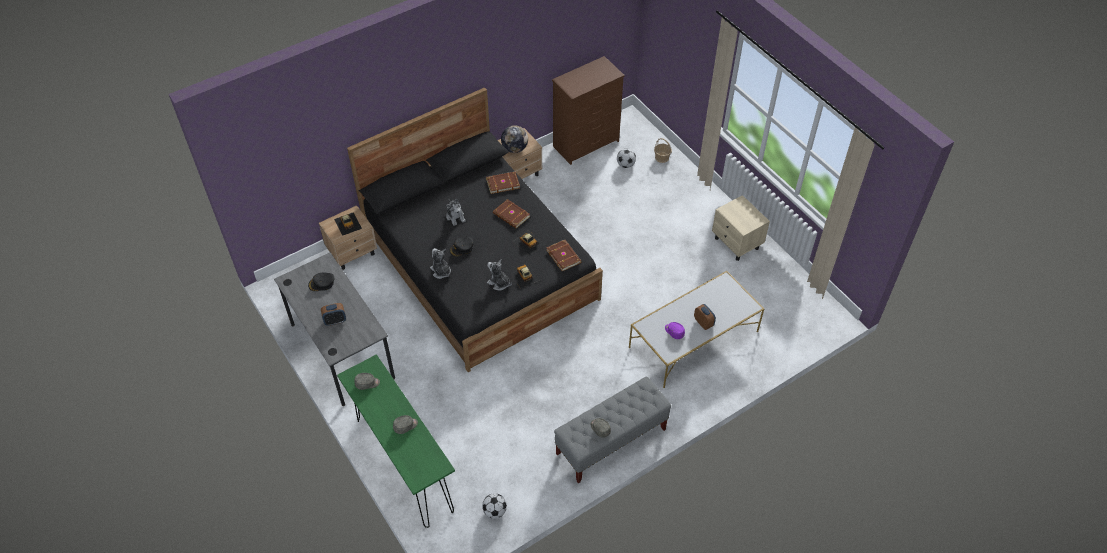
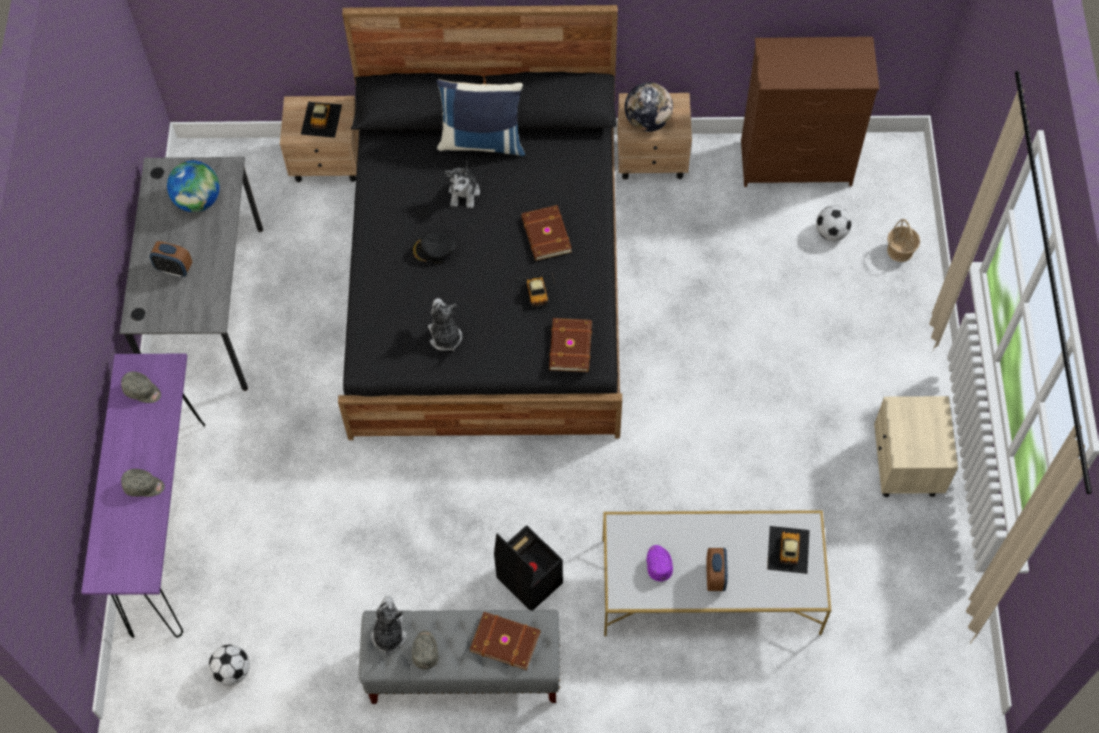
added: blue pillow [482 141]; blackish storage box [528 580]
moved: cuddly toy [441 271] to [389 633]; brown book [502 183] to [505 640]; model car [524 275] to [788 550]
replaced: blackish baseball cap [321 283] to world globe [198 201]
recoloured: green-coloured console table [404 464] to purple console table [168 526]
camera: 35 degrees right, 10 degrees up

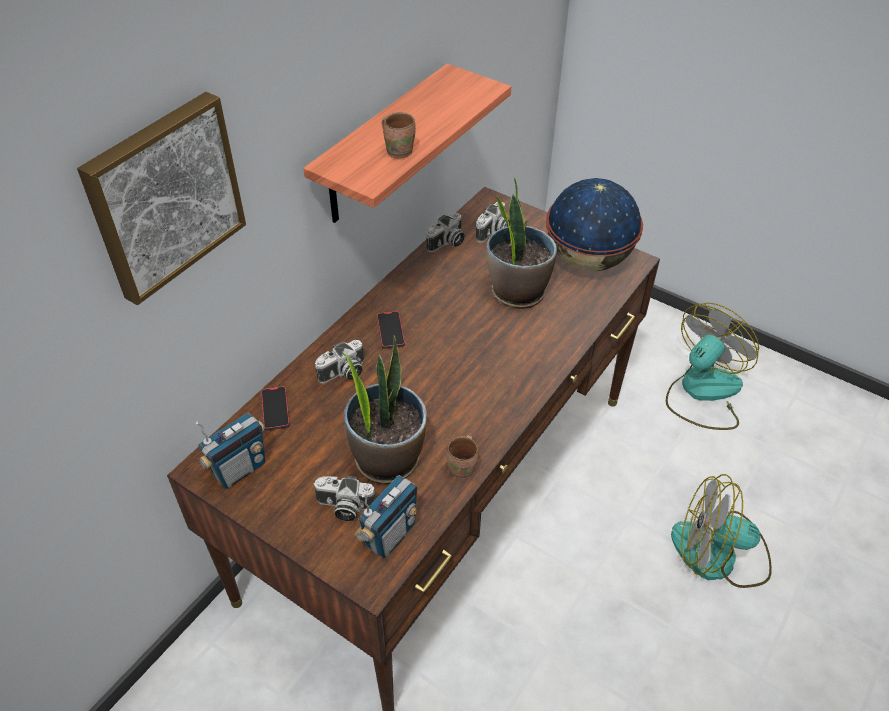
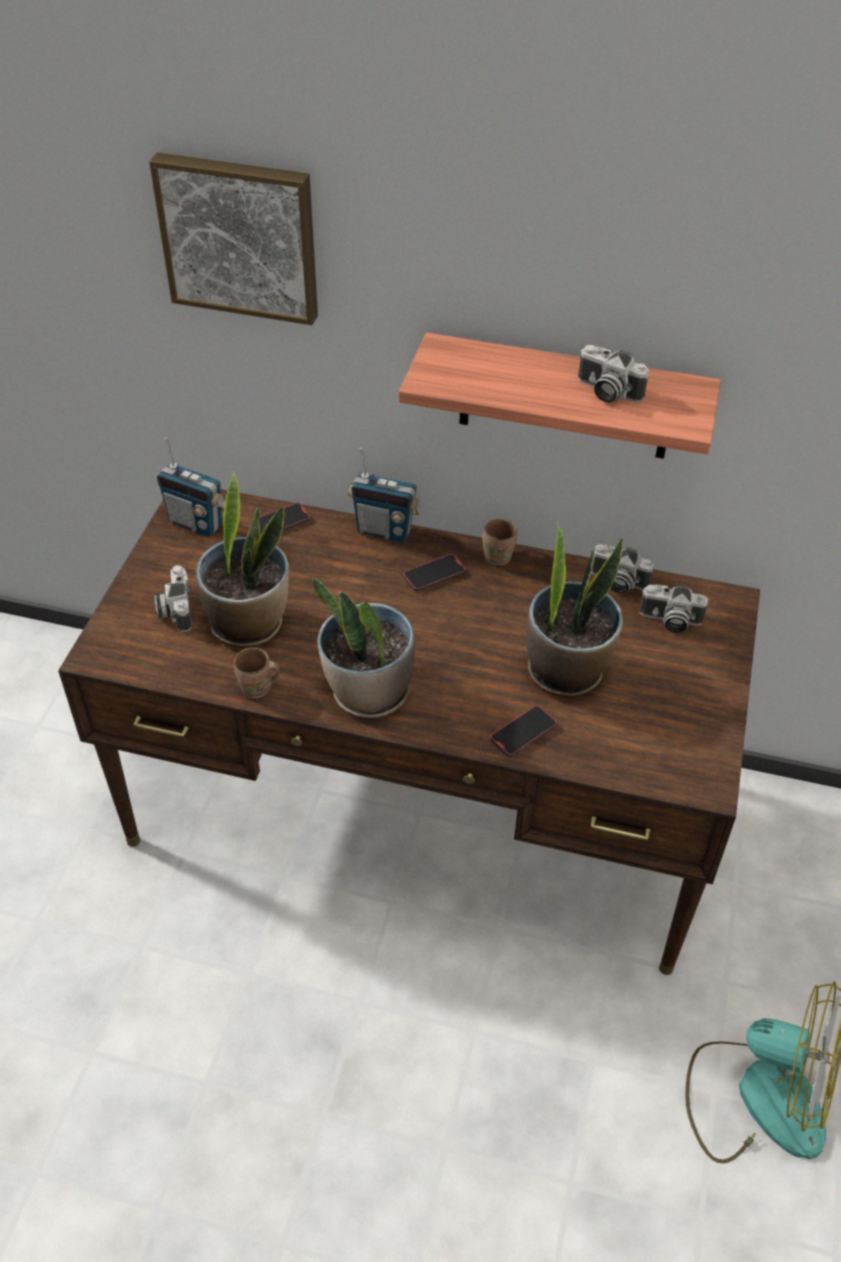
removed: world globe [588 260]; cooling fan [719 555]
added: potted plant [368 693]; telephone [523 733]
moved: photo camera [343 373] to [606 392]; radio [389 535] to [384 531]; brown tea mug [399 150] to [500 556]
camera: 70 degrees right, 0 degrees up

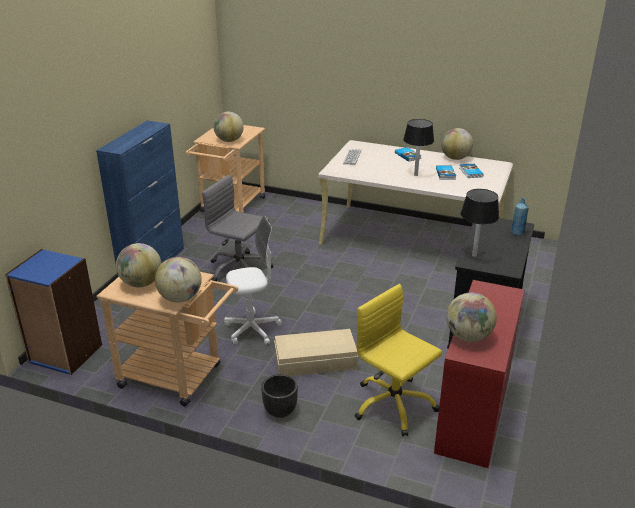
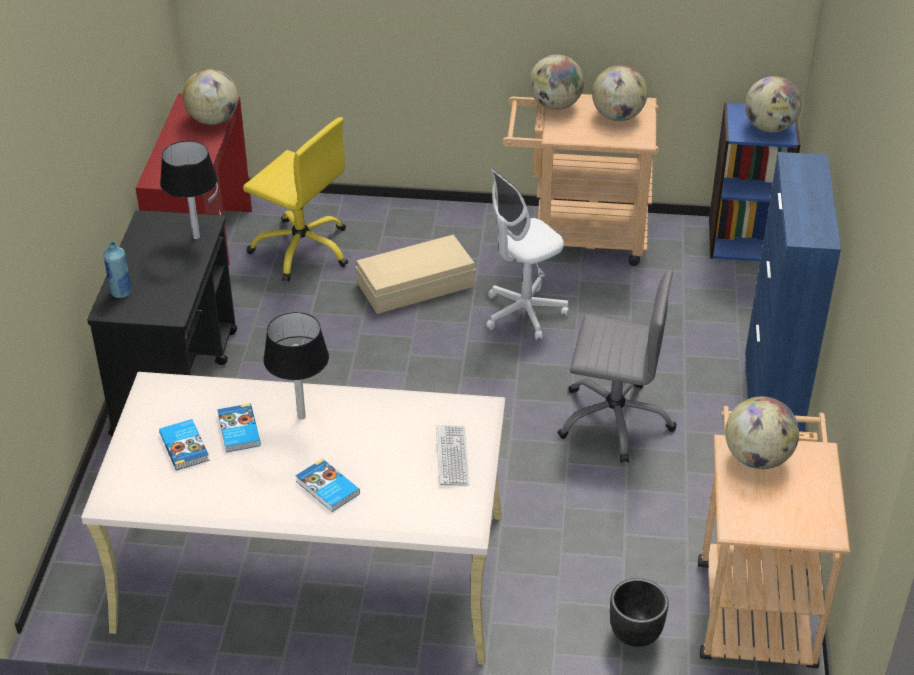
moved: blackish plant pot [280 410] to [635 634]; world globe [455 158] to [769 128]
camera: 165 degrees right, 10 degrees up

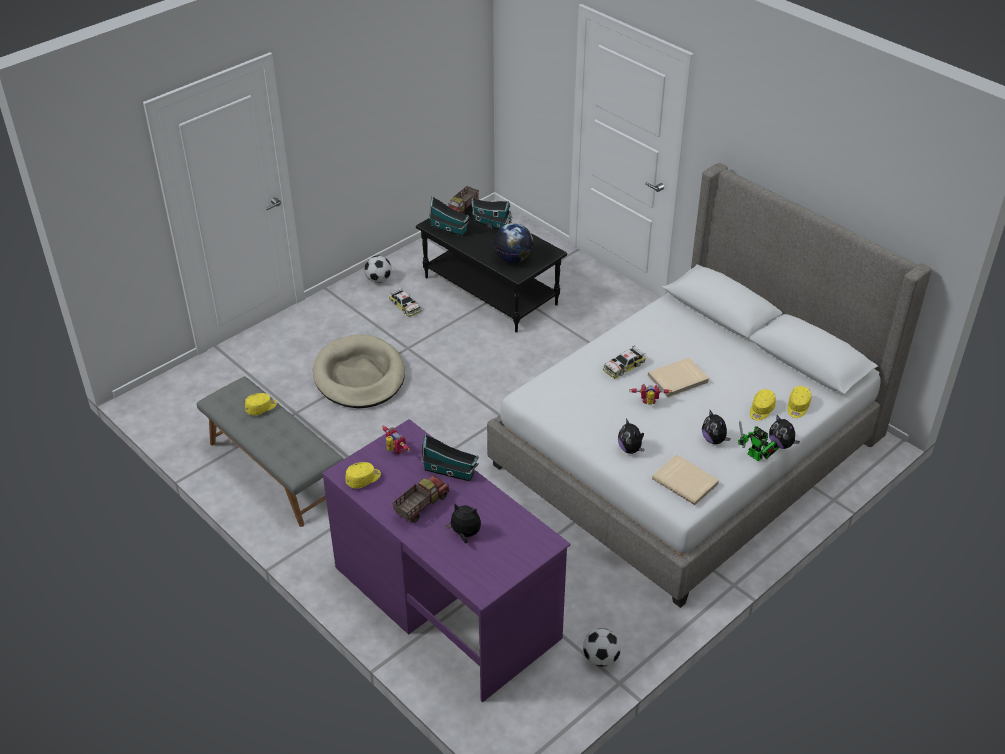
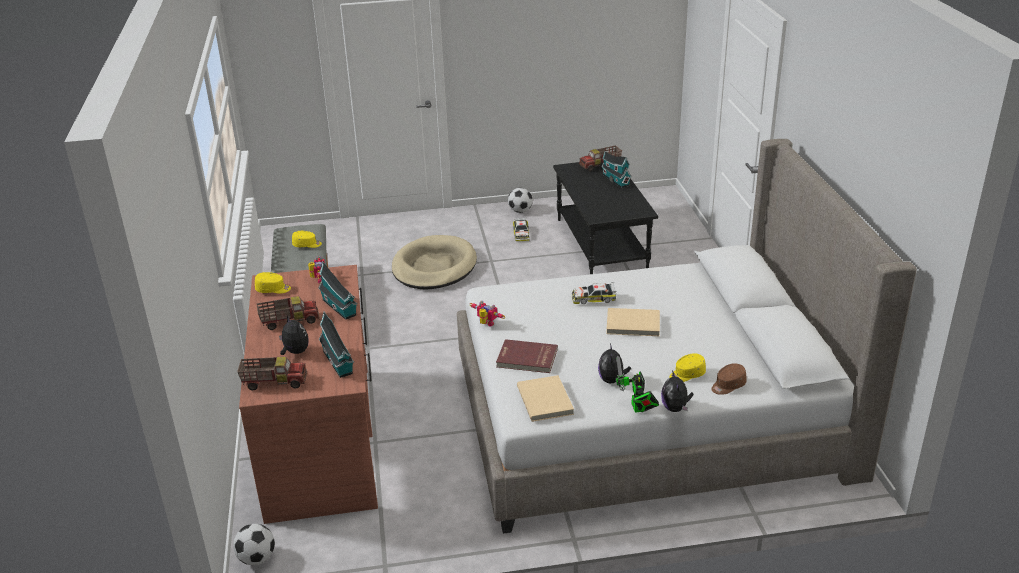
removed: world globe [513 259]
added: model truck [274 382]
moved: toy house [450 229] to [338 363]; football [600 658] to [257 558]; robot figure [649 403] to [486 324]
replaced: cuddly toy [630 449] to red book [527 359]
recoloured: purple desk table [446 601] to brown desk table [321 440]; yellow baseball cap [797 407] to brown baseball cap [728 386]
camera: 35 degrees right, 10 degrees down

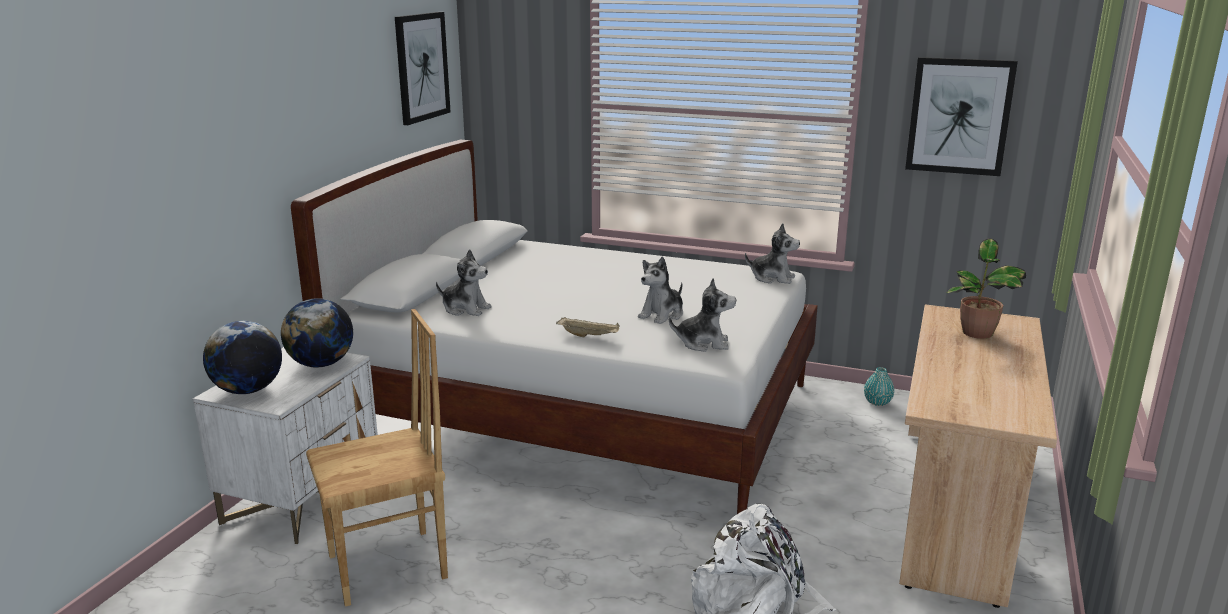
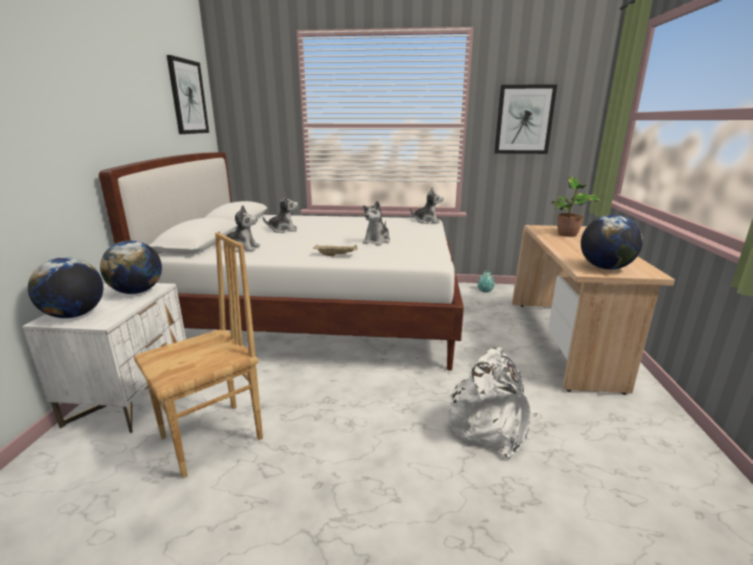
added: world globe [605 268]
moved: cuddly toy [703 343] to [283 230]
camera: 15 degrees left, 0 degrees up

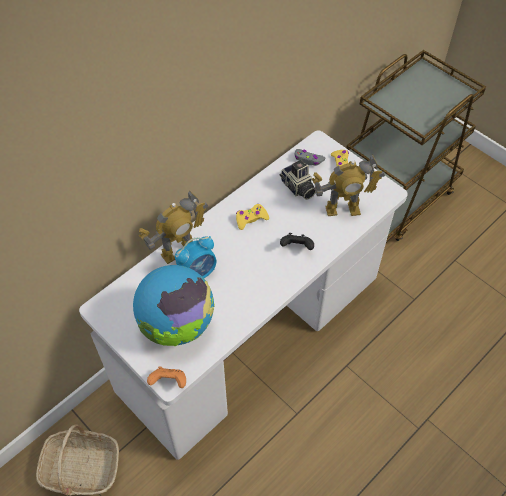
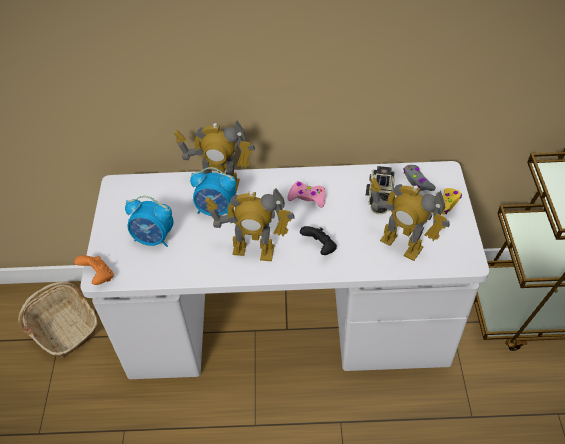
added: robot figure [253 250]
replaced: world globe [177 325] to table clock [154 238]
recoloured: yellow game controller [251 219] to pink game controller [307 197]
camera: 45 degrees right, 5 degrees down

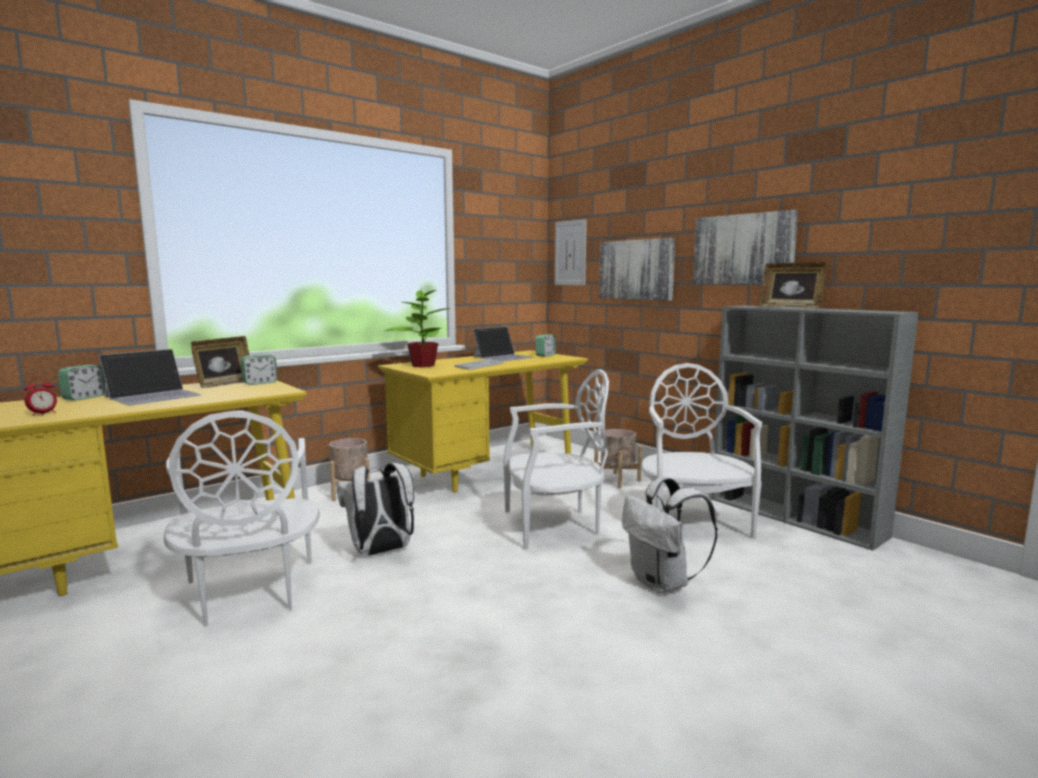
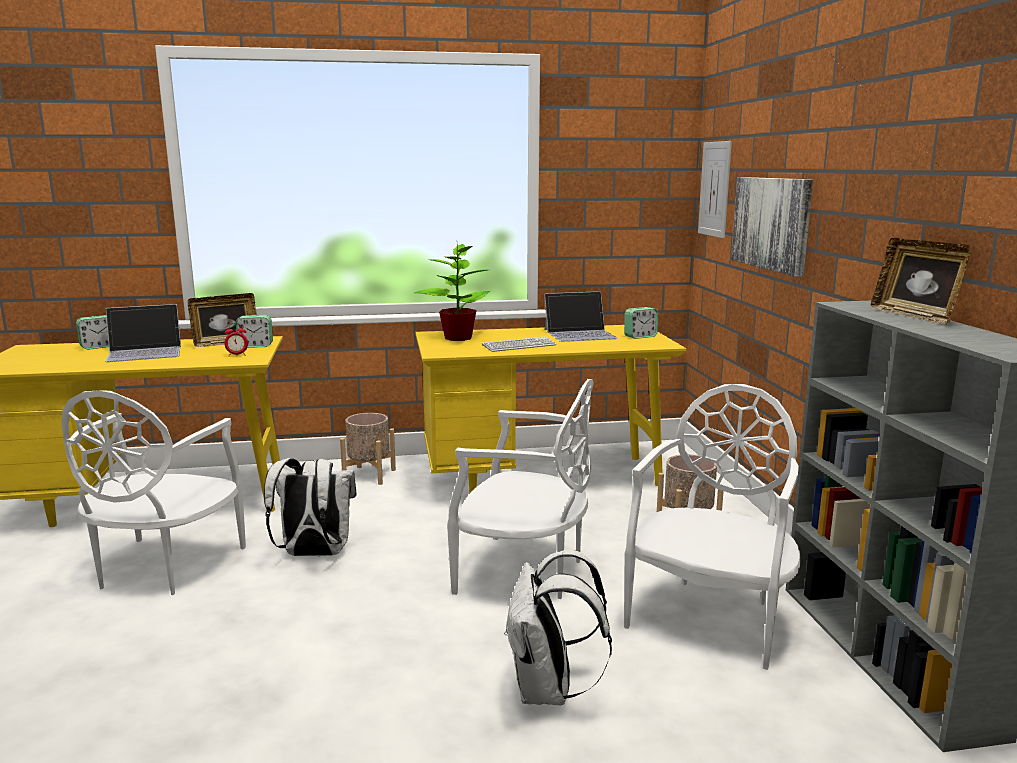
removed: picture [743 249]
moved: table clock [43 414] to [237 355]
camera: 30 degrees right, 5 degrees up

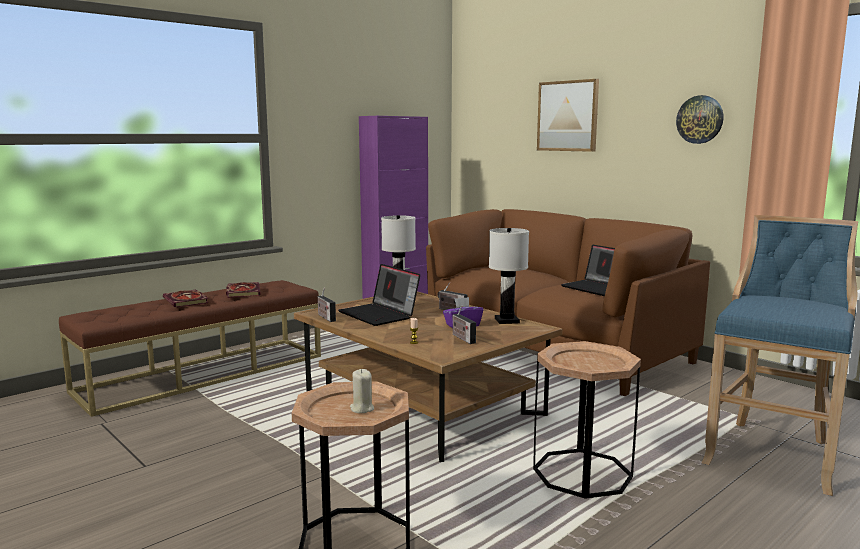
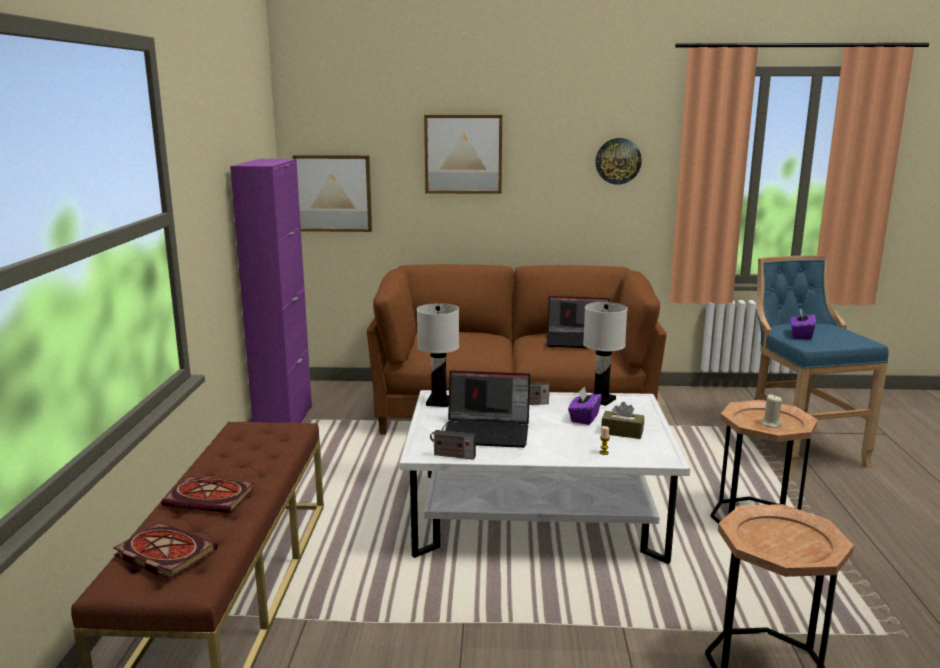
added: picture [333 193]; purple tissue holder [800 335]
moved: book [242 292] to [162 553]; sand-coloured wax candle [362 409] to [770 424]
replaced: radio [462 338] to brown tissue holder [622 432]
recoloured: brown lounge table [422 404] to whitish lounge table [537 515]
camera: 45 degrees left, 5 degrees up

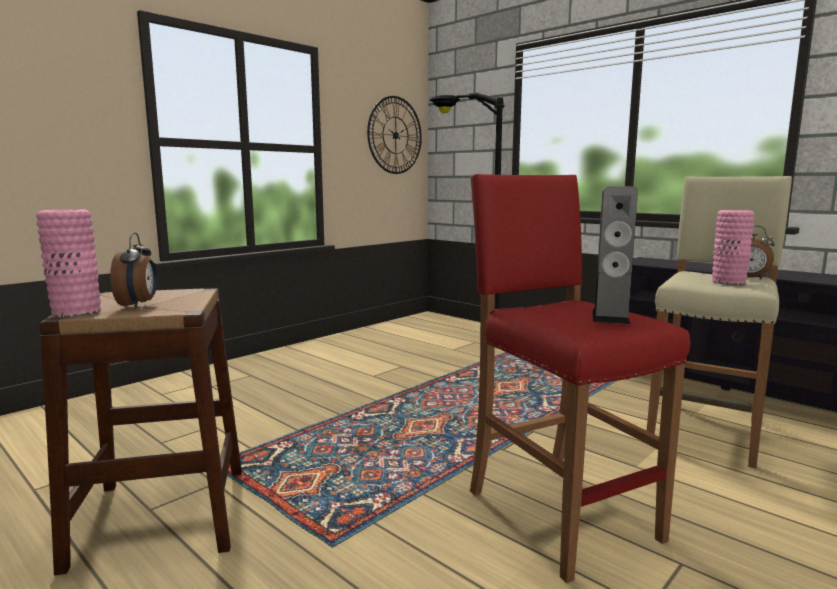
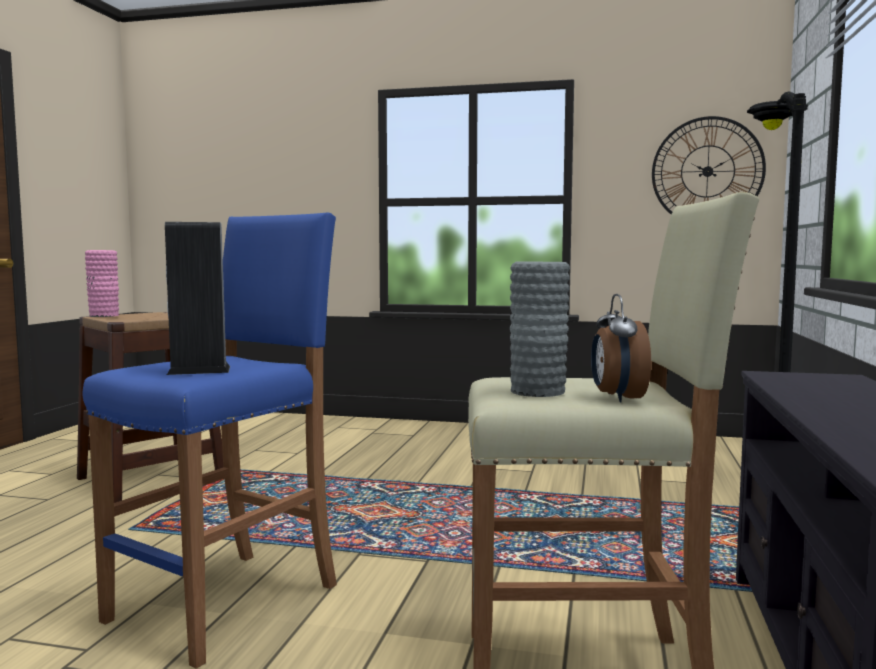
removed: table clock [138 305]
recoloured: red stool [559 513] to blue stool [227 602]; pink flower vase [728 282] to greyish flower vase [537 391]
camera: 60 degrees right, 5 degrees down

